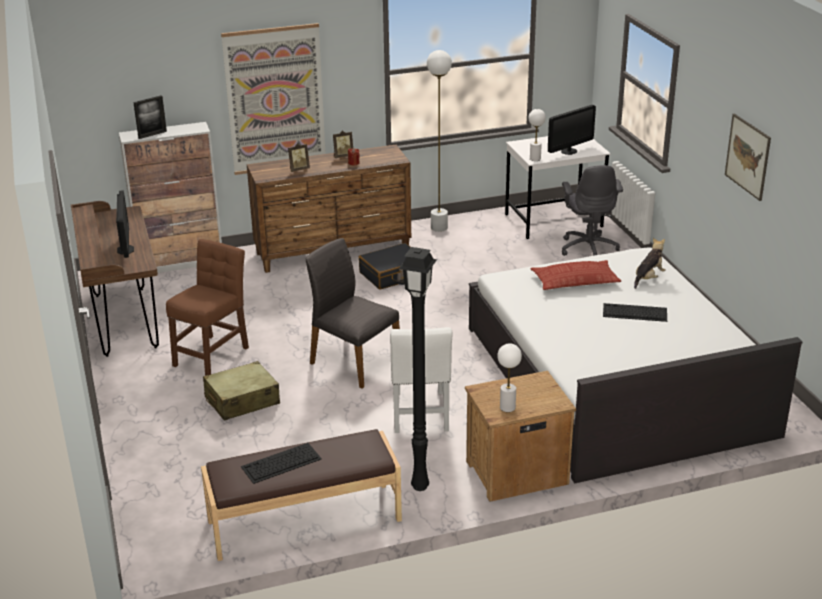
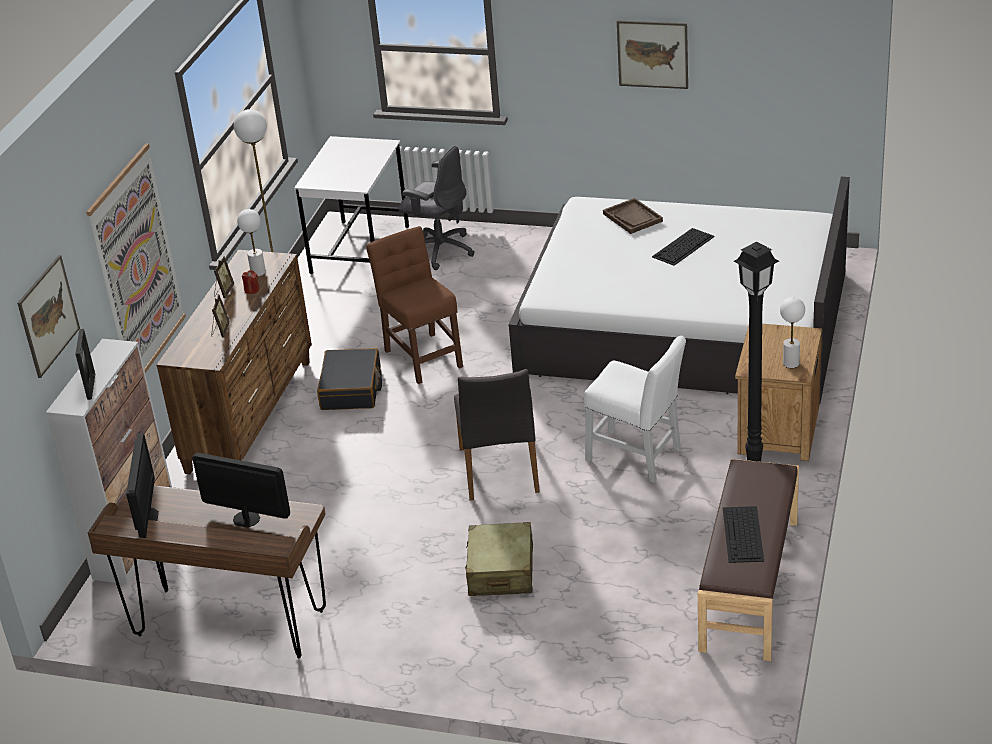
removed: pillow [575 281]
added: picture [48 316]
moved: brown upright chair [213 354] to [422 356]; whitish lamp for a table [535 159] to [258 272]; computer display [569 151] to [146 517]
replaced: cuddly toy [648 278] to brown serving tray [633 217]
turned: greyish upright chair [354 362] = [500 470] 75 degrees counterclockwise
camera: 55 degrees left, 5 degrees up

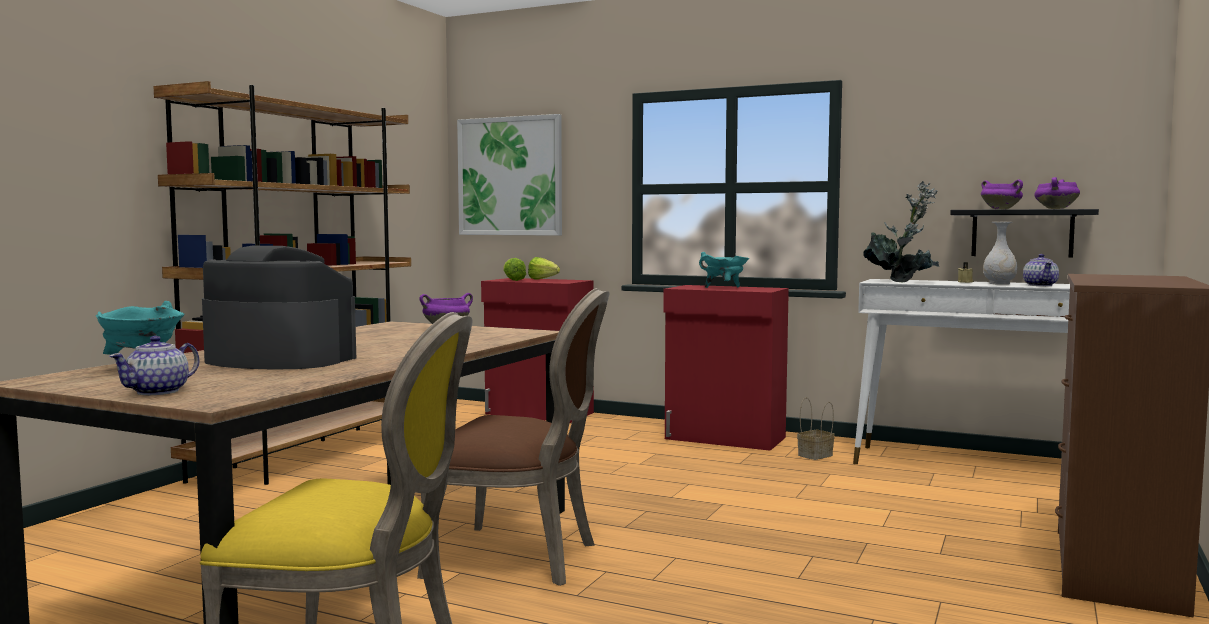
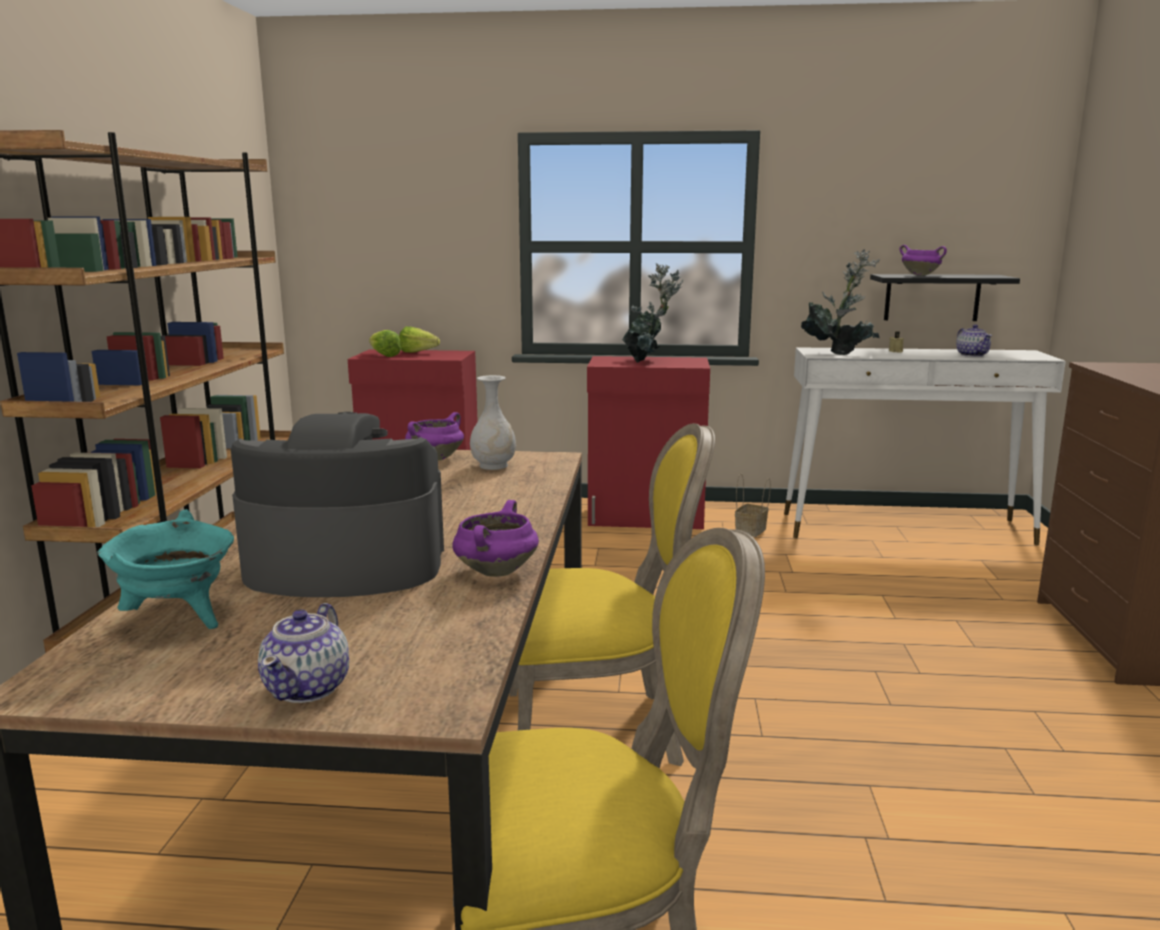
removed: picture [510 176]
moved: whitish flower vase [999 284] to [494 466]; purple cooking pot [1055 209] to [496 571]
replaced: blue-green cooking pot [724 288] to potted plant [648 362]
recoloured: brown upright chair [520 558] to yellow upright chair [599 731]
camera: 20 degrees left, 10 degrees up

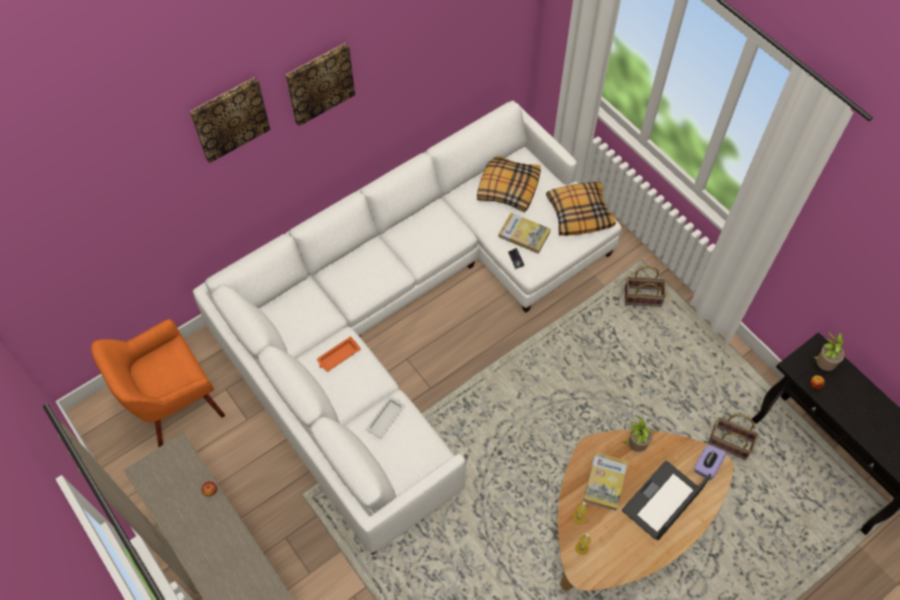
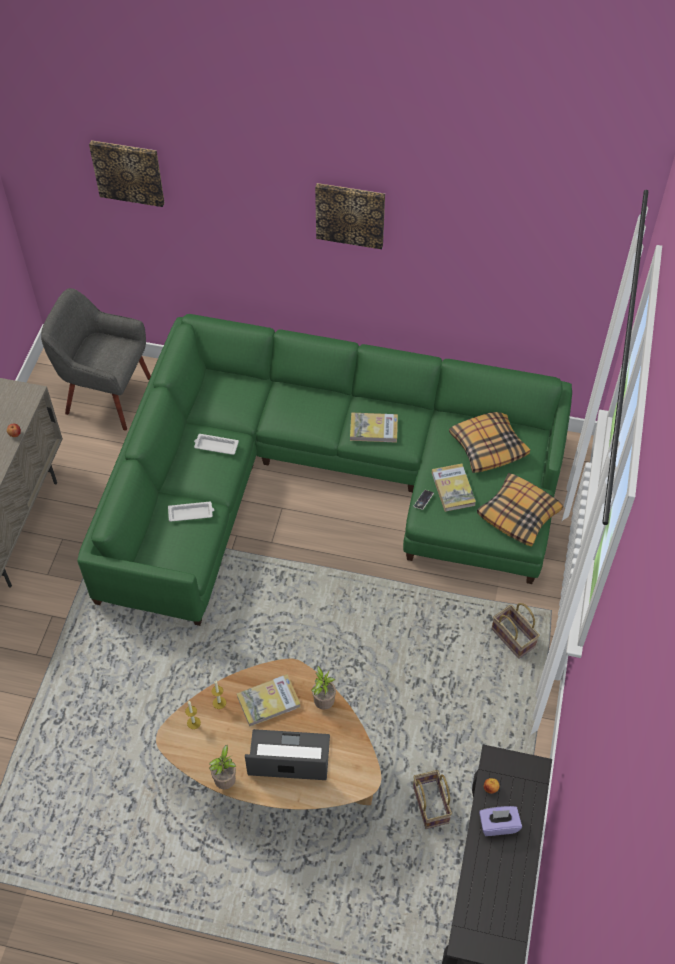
added: book [373 429]
moved: picture [230 118] to [128 172]; purple tissue holder [707 466] to [498 825]; potted plant [822 365] to [226 781]
recoloured: orange lounge chair [175 406] to greyish lounge chair [107 396]; whitish couch [408 313] to green-coloured couch [324 480]; orange serving tray [338 356] to whitish serving tray [215 446]
camera: 50 degrees right, 5 degrees down

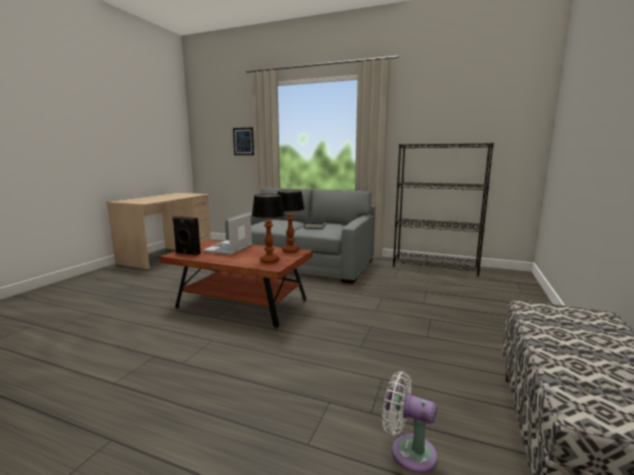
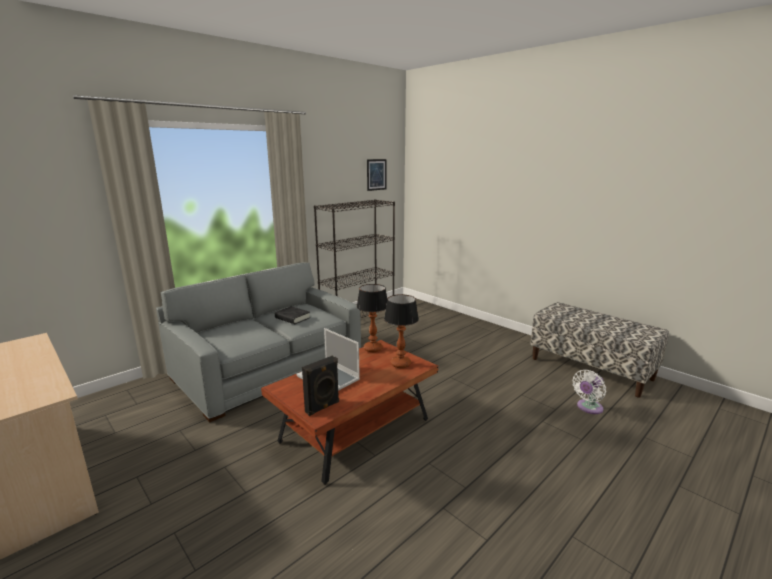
moved: picture [243 141] to [376 174]
camera: 65 degrees left, 5 degrees up

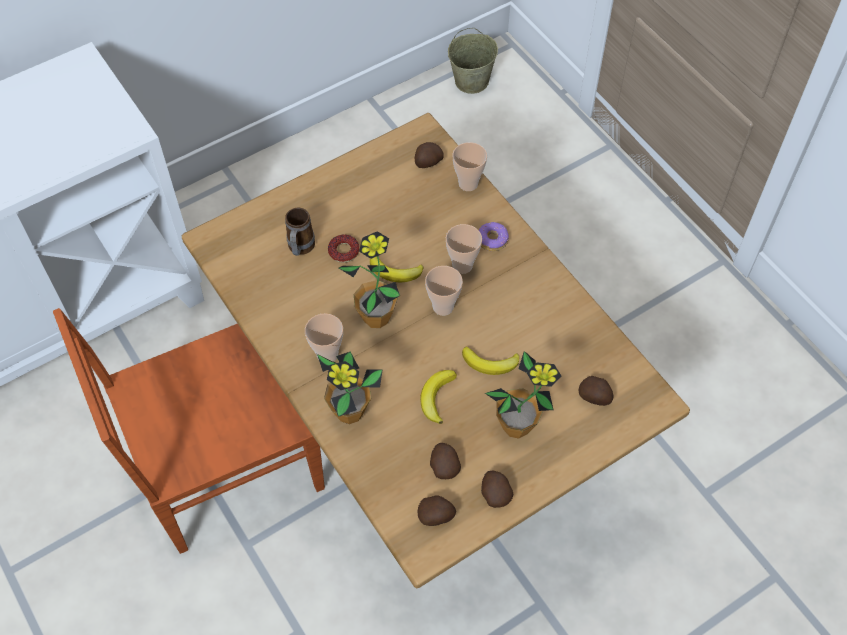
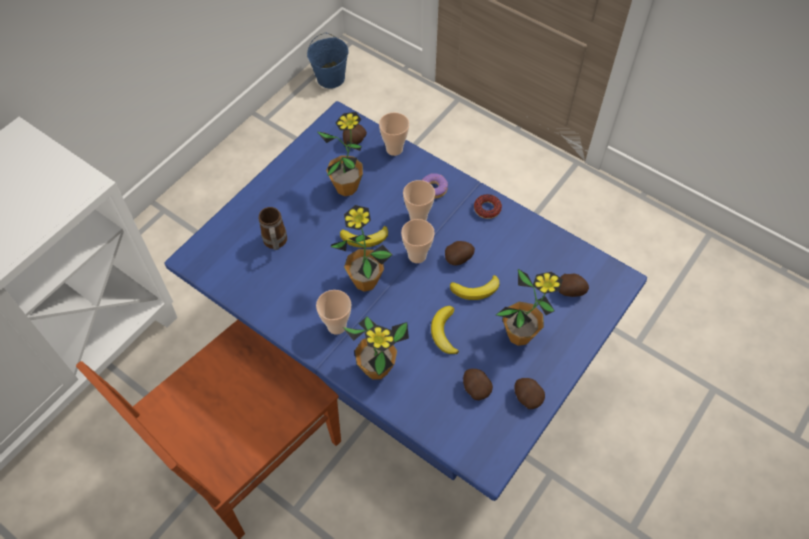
added: potted plant [346 187]
moved: donut [343 251] to [487 209]; potato [436 516] to [459 258]
recoloured: brown dinner table [423 435] to blue dinner table [404 370]; sand-coloured pail [472 81] to blue pail [331 78]
camera: 20 degrees left, 0 degrees up

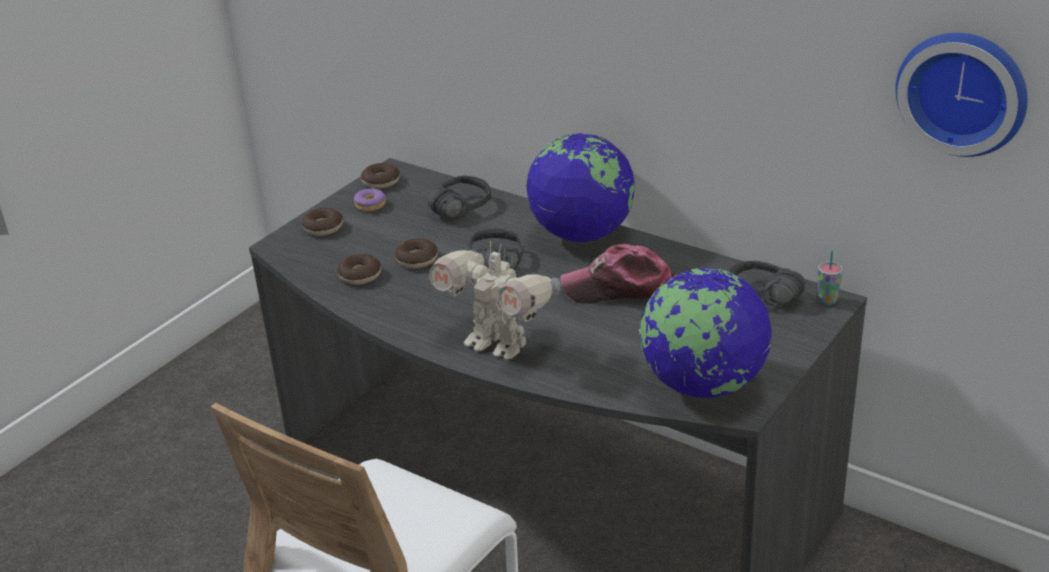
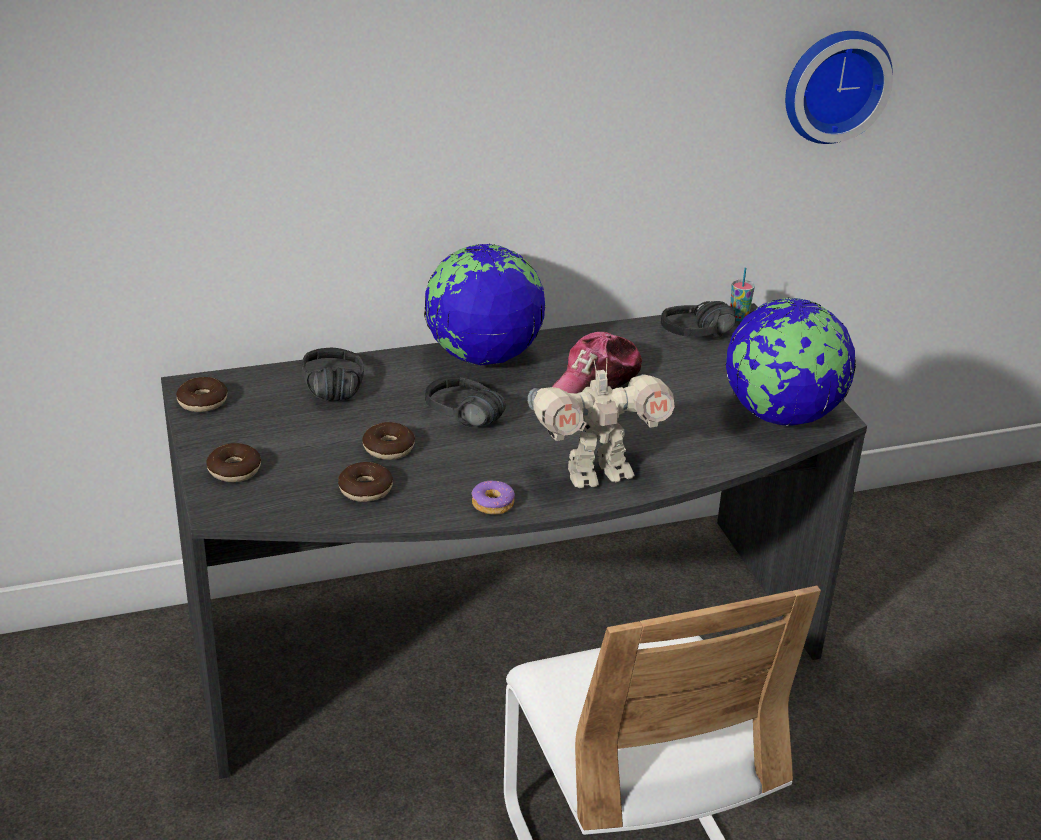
moved: donut [370 205] to [493 504]
camera: 55 degrees left, 0 degrees up

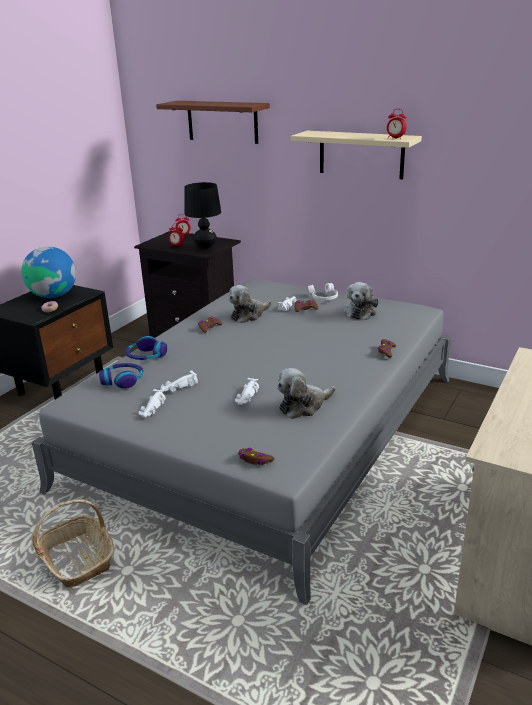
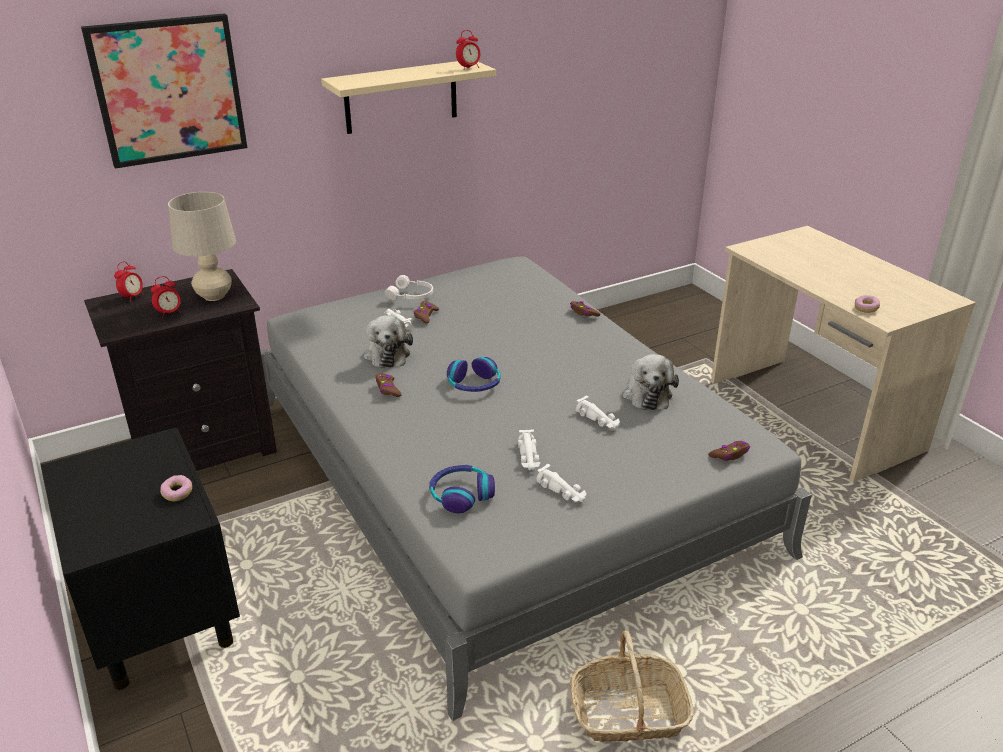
removed: world globe [53 295]; cuddly toy [360 312]
added: donut [865 308]
moved: headphones [146 356] to [474 384]
replaced: brown shelf [222 121] to picture [168 90]
recoloured: blackish lamp for a table [205 247] to sand-coloured lamp for a table [214 296]
camera: 60 degrees left, 5 degrees up

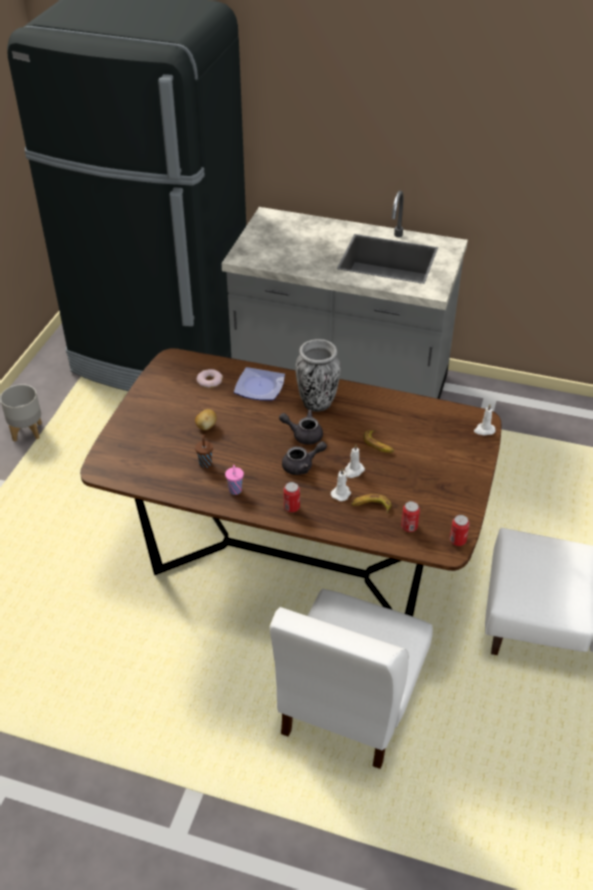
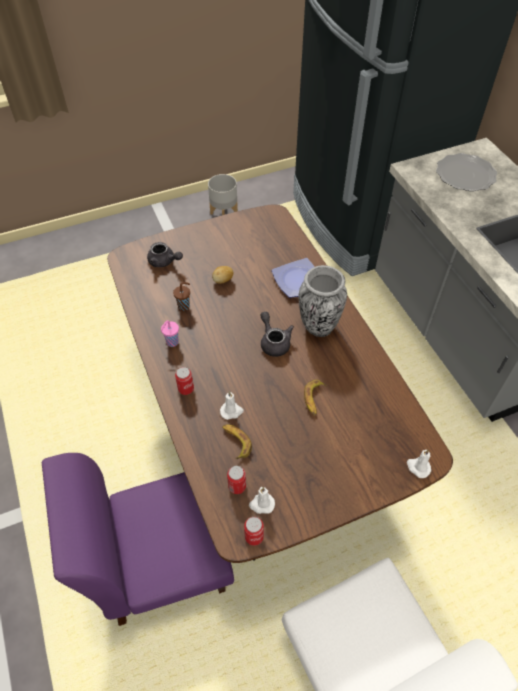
removed: donut [209 381]
added: flat dish [465 175]
moved: greyish tea pot [302 465] to [164 262]; whitish wax candle [353 471] to [261 504]
recoloured: whitish upright chair [349 704] to purple upright chair [160 561]
camera: 50 degrees right, 10 degrees up

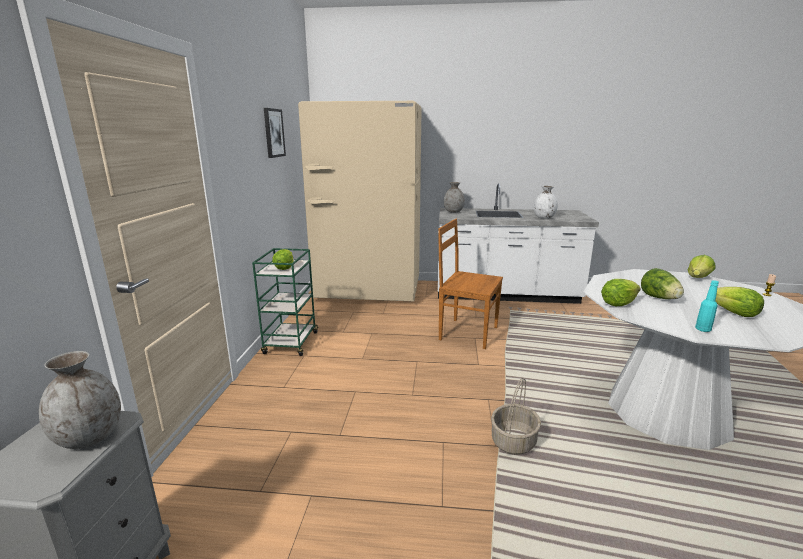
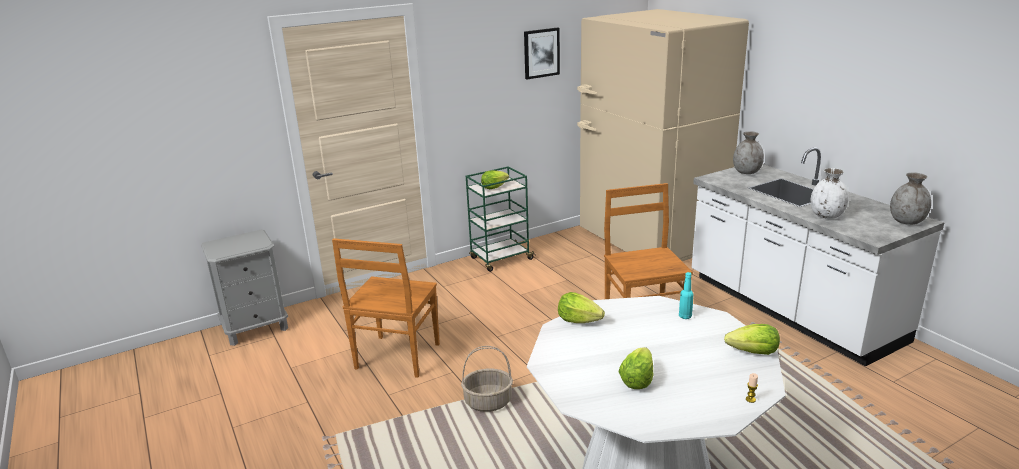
removed: lettuce [659 298]
added: brown upright chair [396 357]
moved: greyish flower vase [90 437] to [907 221]; blue-green beverage bottle [702 329] to [685 316]
camera: 55 degrees right, 5 degrees up

